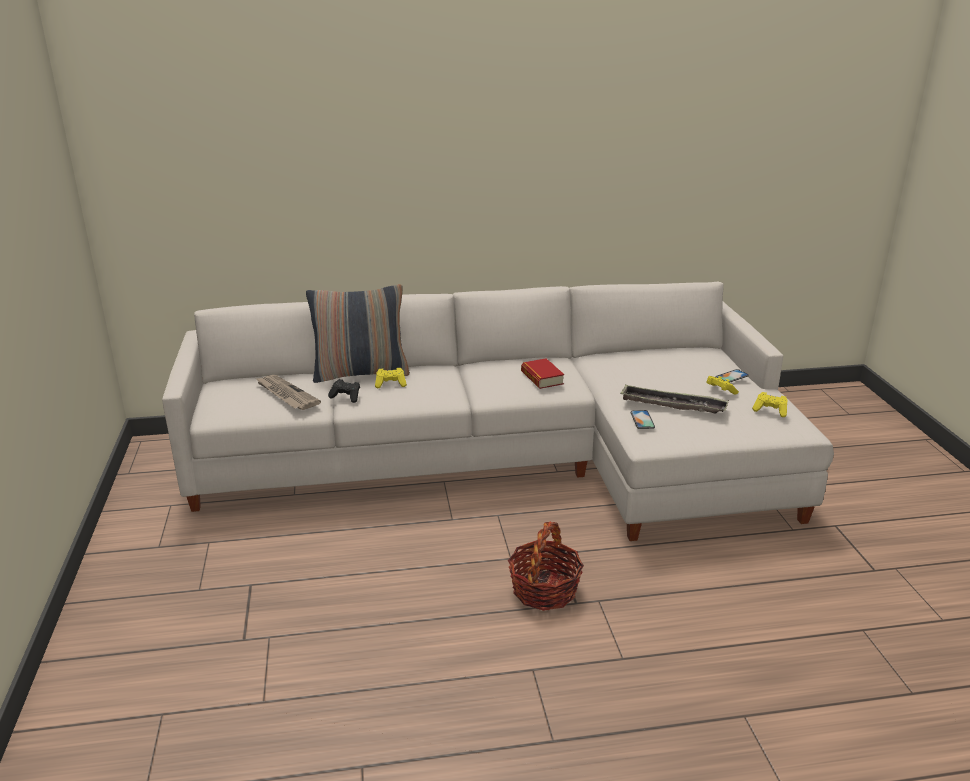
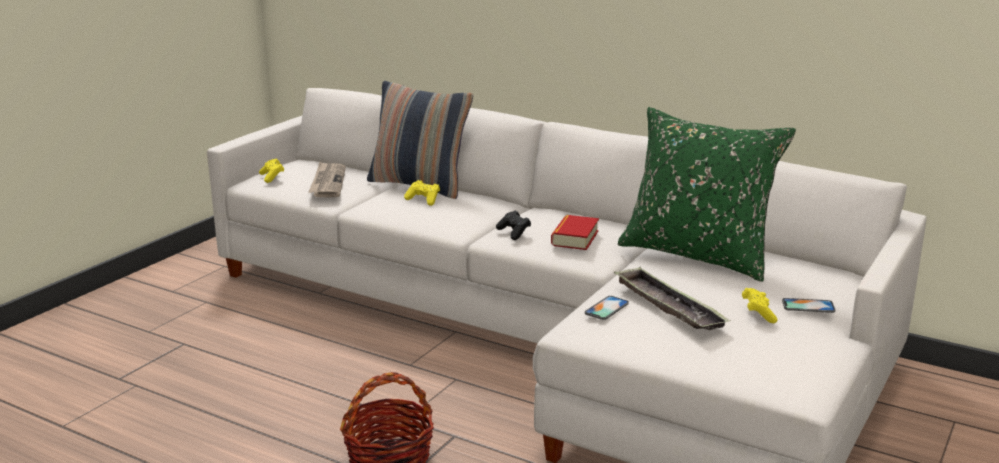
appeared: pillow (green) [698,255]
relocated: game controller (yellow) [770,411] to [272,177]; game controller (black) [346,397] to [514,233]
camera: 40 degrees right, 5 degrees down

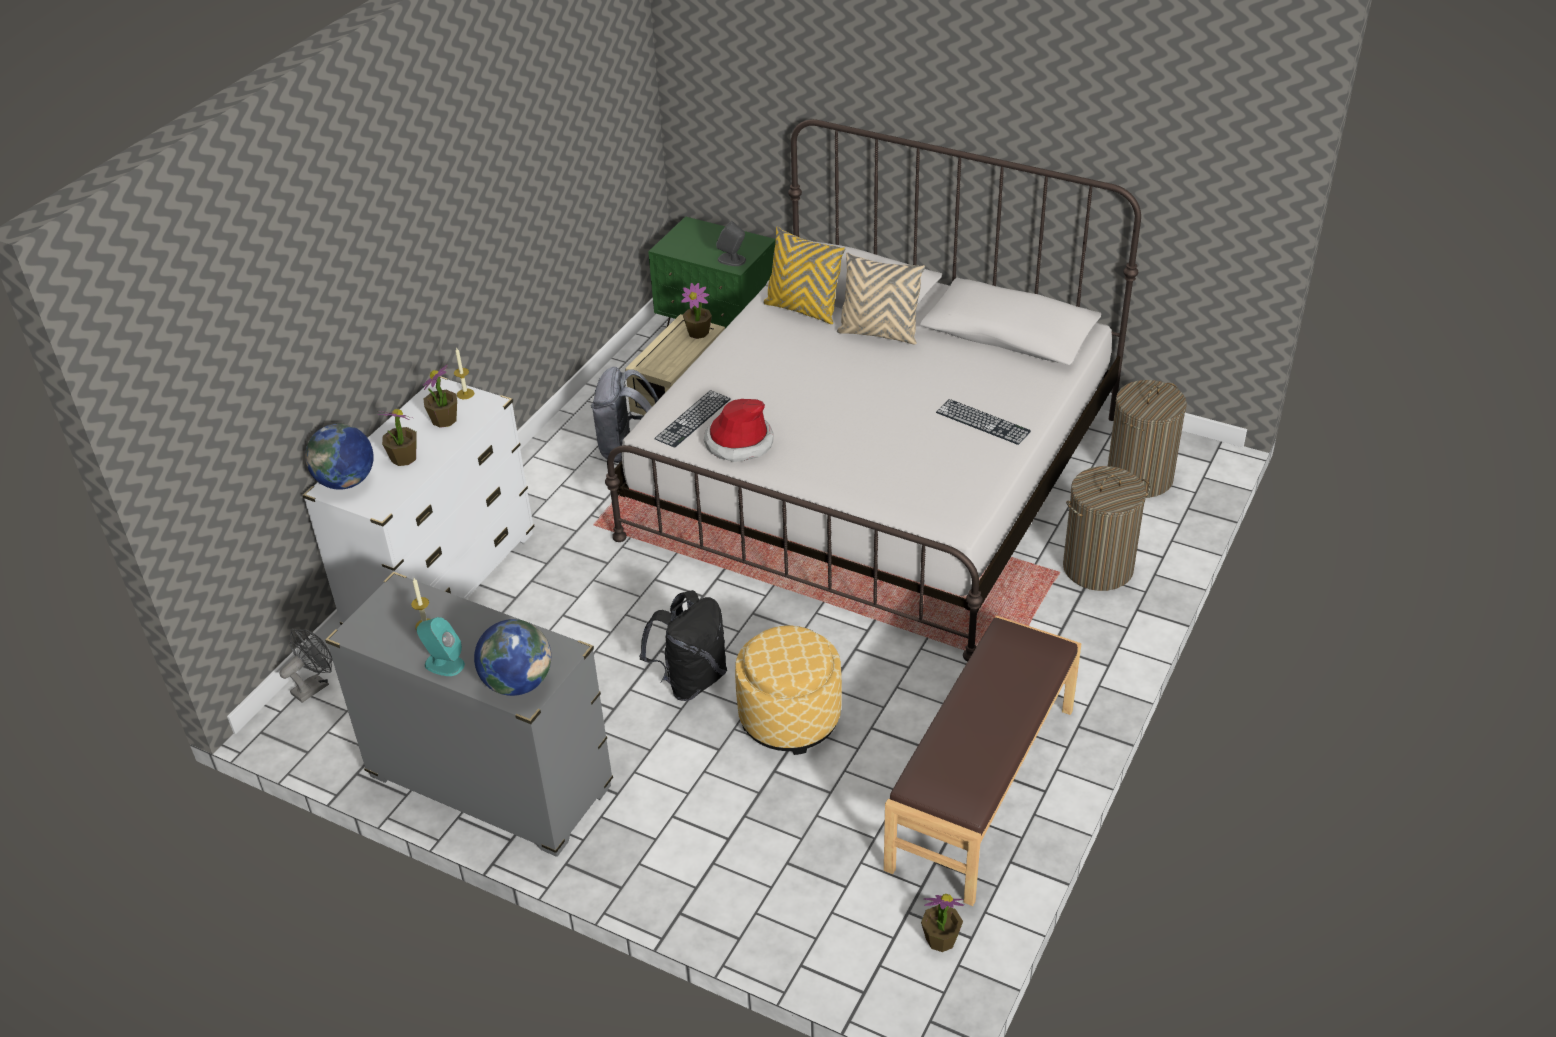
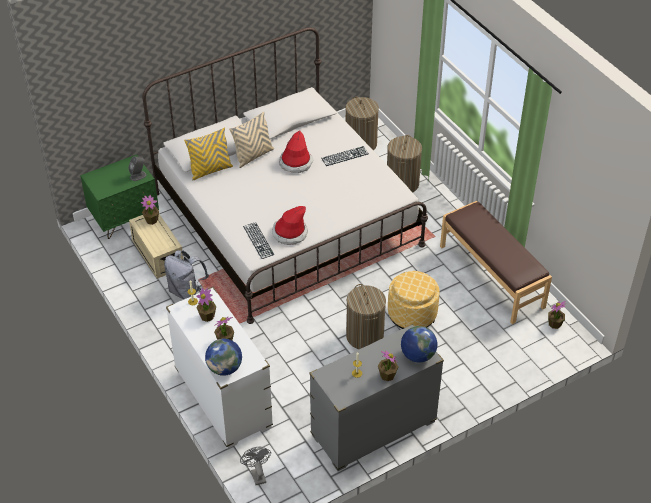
appeared: hat [295,163]
exchanged: backpack (black) [691,680] to laundry basket [364,336]; speaker (turquoise) [444,664] to potted plant [387,375]
camera: 60 degrees left, 5 degrees up

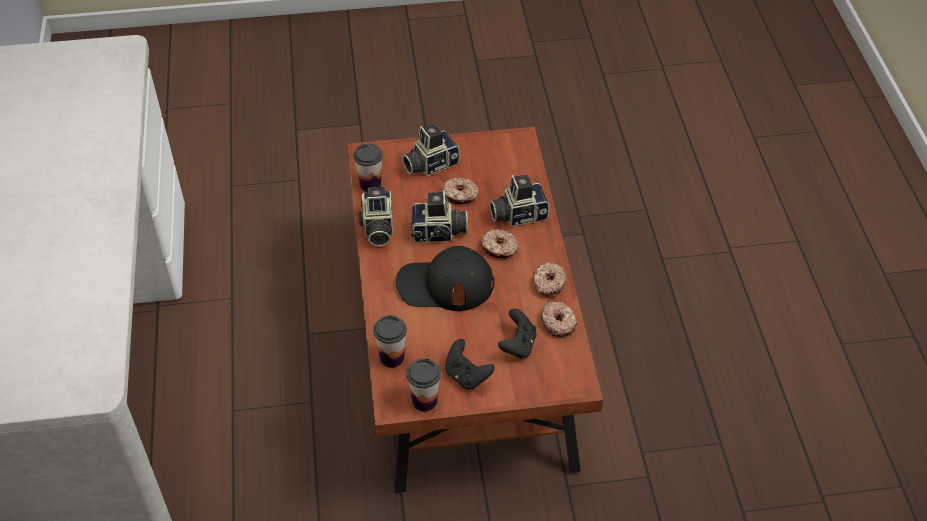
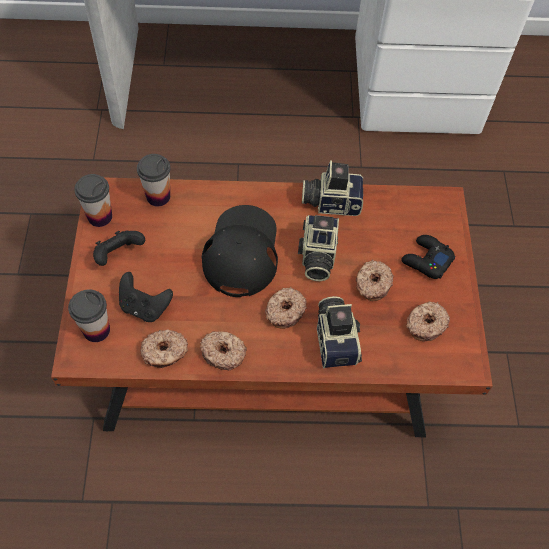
appeared: donut [425,324]
relocated: cup [370,184] to [96,330]
exchanged: photo camera [429,164] to game controller (black) [426,260]
camera: 95 degrees right, 10 degrees up

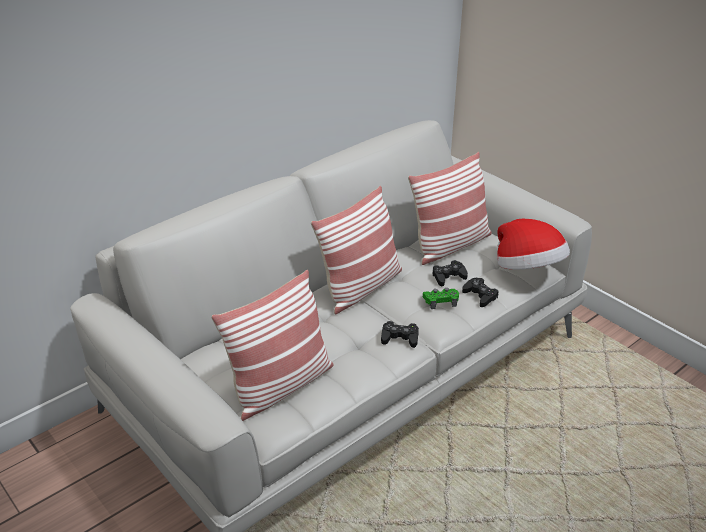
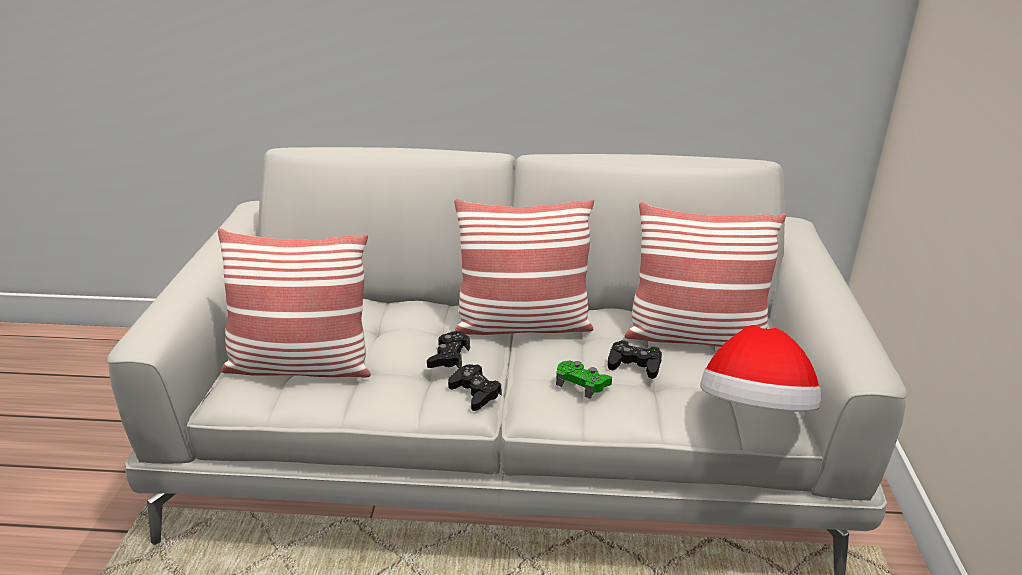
relocated: game controller (black) [480,295] to [449,357]
camera: 45 degrees right, 5 degrees down

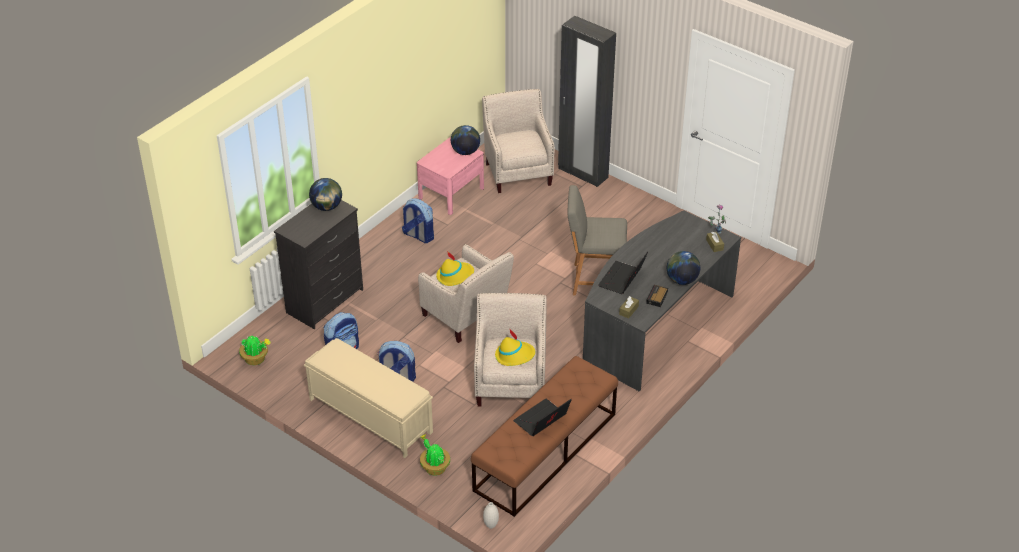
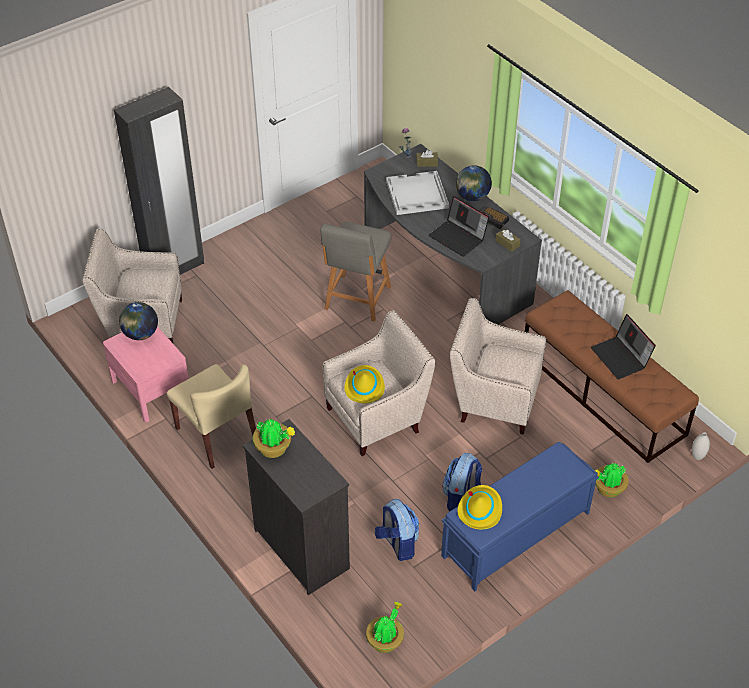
appeared: tray (white) [416,195]
relocated: hat (yellow) [514,355] to [480,510]
exchanged: backpack [418,236] to chair (beige) [217,435]; globe [327,207] to potted plant [274,449]
colour: bench (beige) [369,415] to bench (blue) [515,535]
camera: 75 degrees left, 5 degrees up

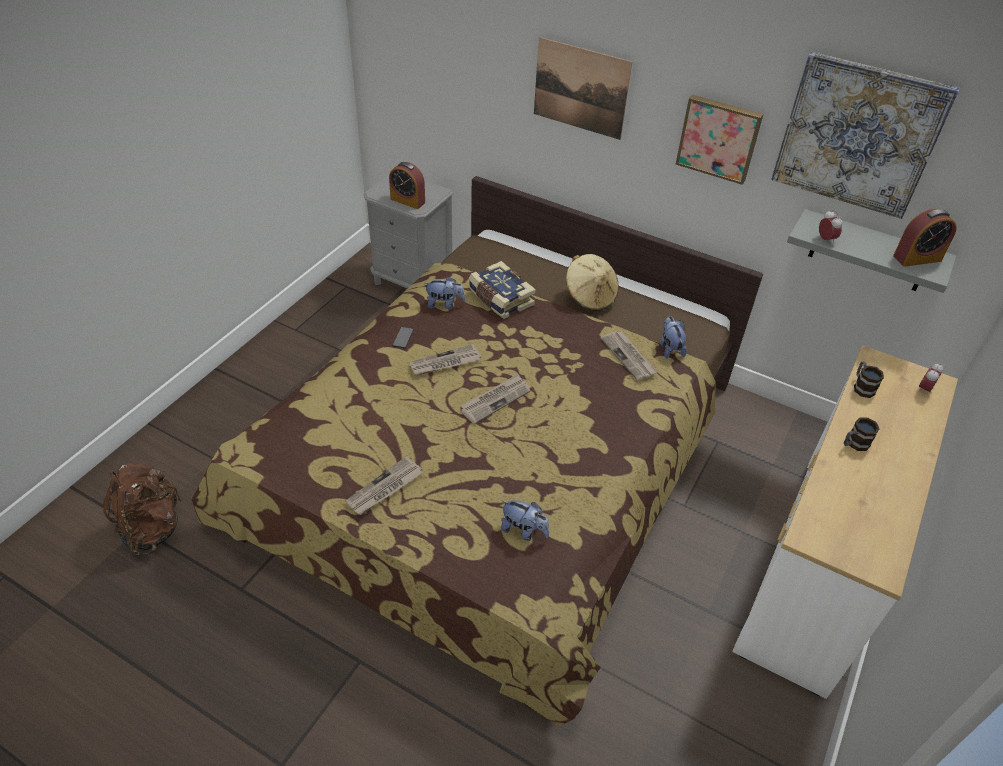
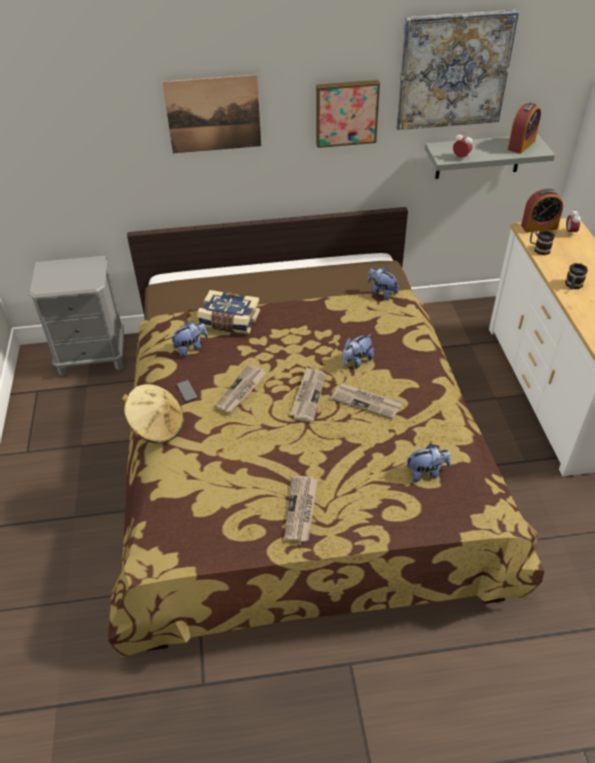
missing: backpack (brown) [152,528]
appeared: plush toy [356,362]
relocated: hat (beige) [590,296] to [157,426]; newspaper [629,356] to [366,402]; alarm clock [407,201] to [539,227]
camera: 35 degrees left, 0 degrees up

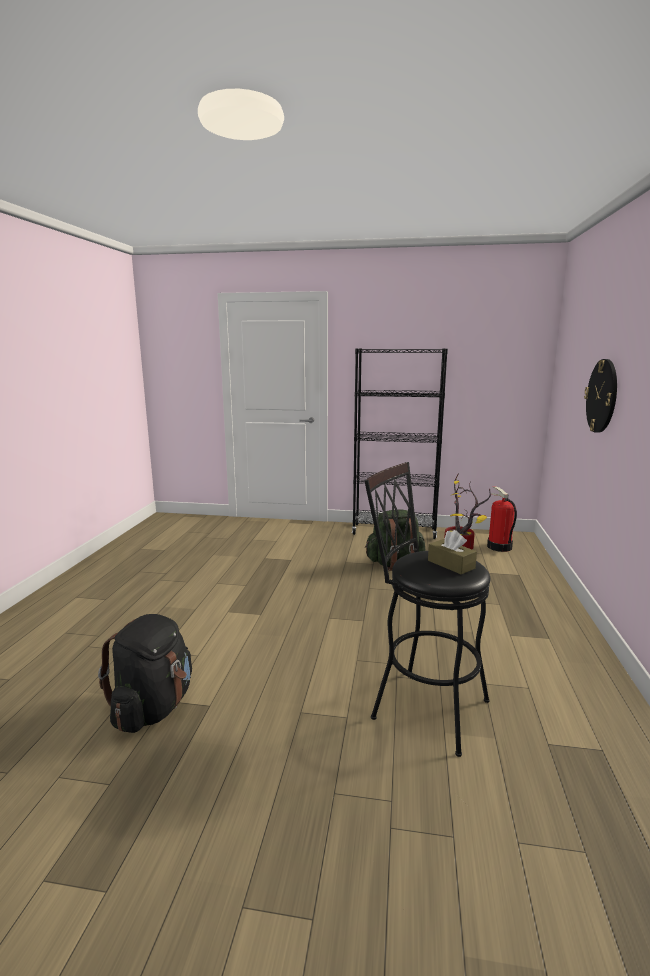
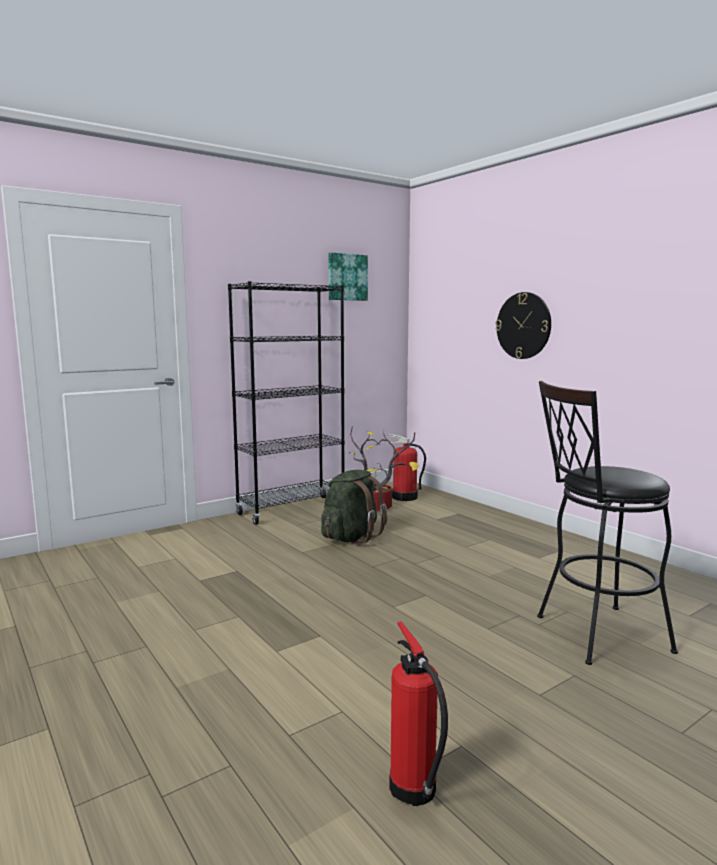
missing: tissue box (brown) [451,564]
appeared: picture [347,277]
exchanged: backpack (black) [153,708] to fire extinguisher [414,791]
camera: 45 degrees left, 5 degrees down

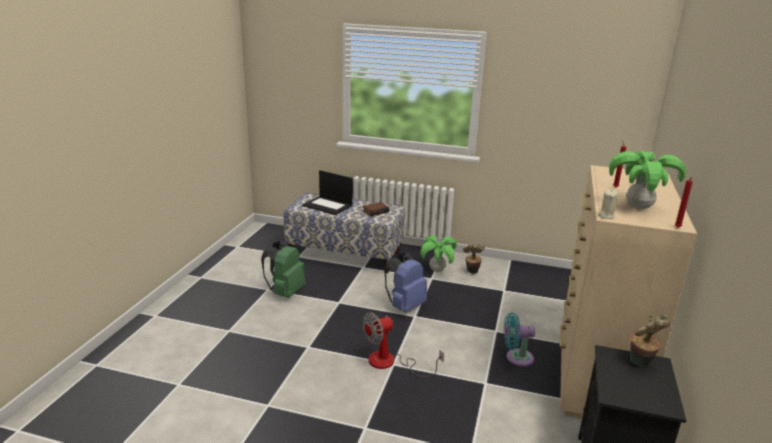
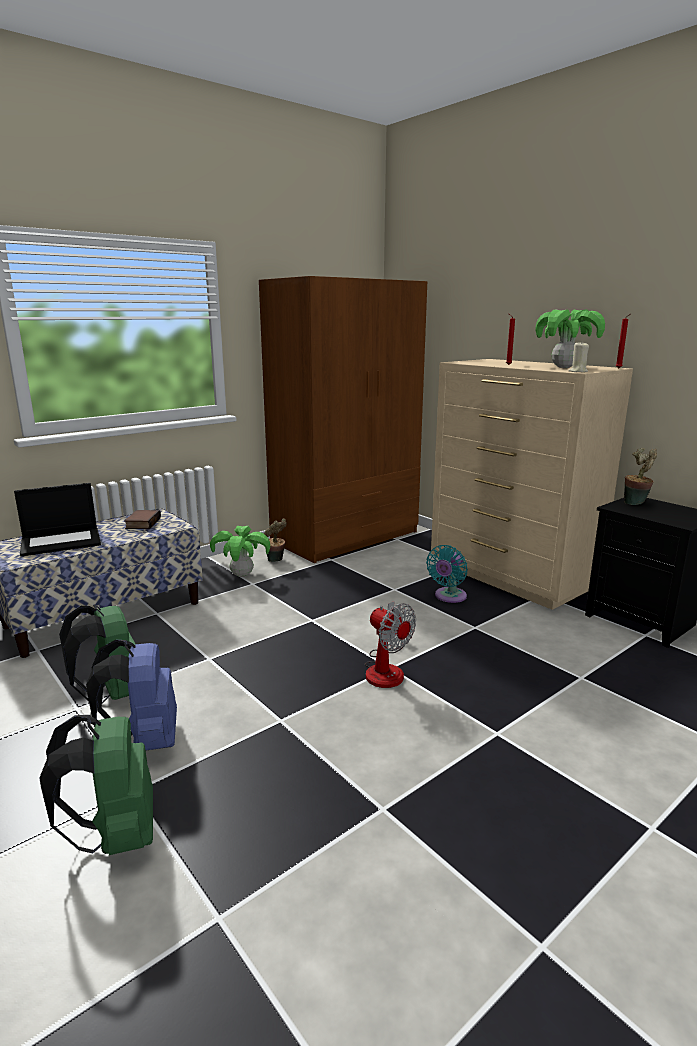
appeared: backpack (green) [115,834]; wardrobe (brown) [346,537]
relocated: backpack (blue) [405,306] to [145,741]
spun: fan [391,363] = [386,668] 45 degrees counterclockwise
camera: 55 degrees left, 5 degrees down

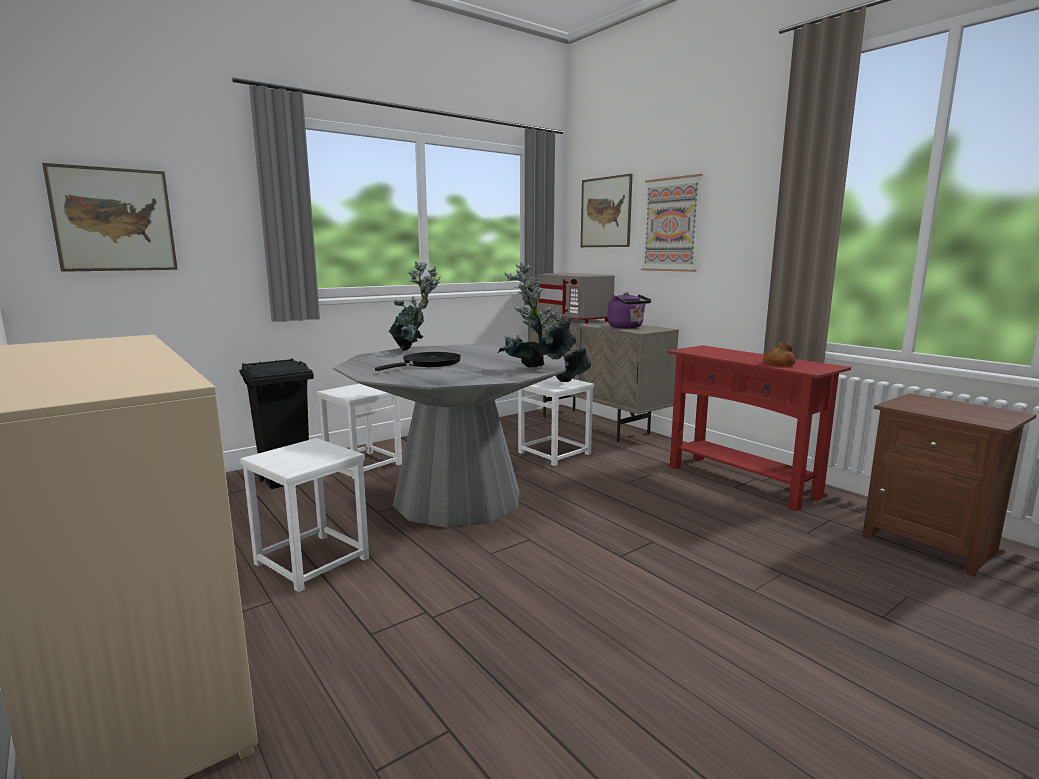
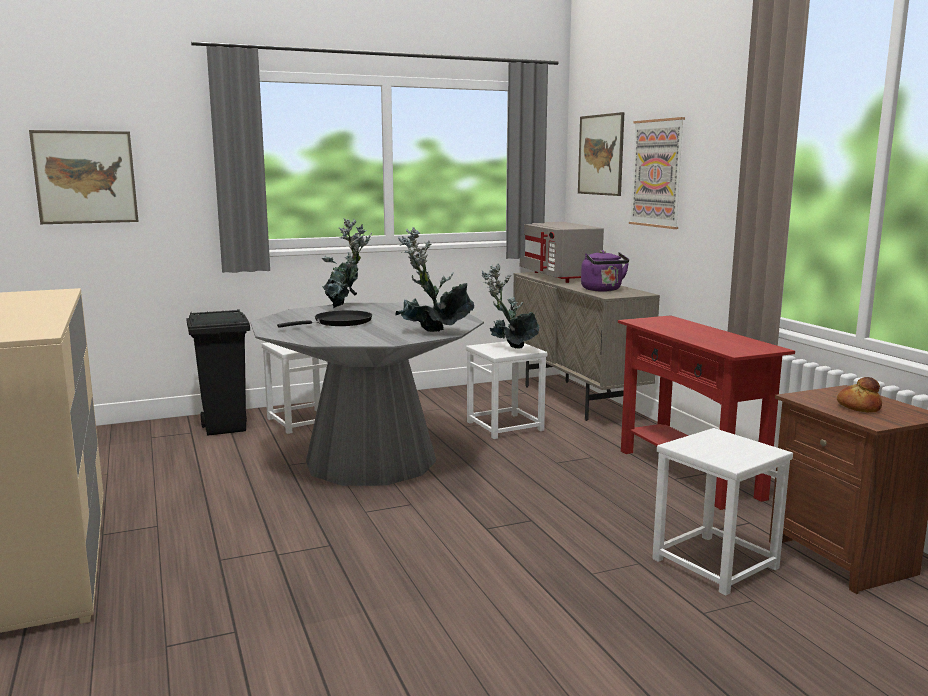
relocated: stool (white) [311,561] to [714,563]; bread [778,363] to [859,407]
camera: 15 degrees right, 0 degrees up

